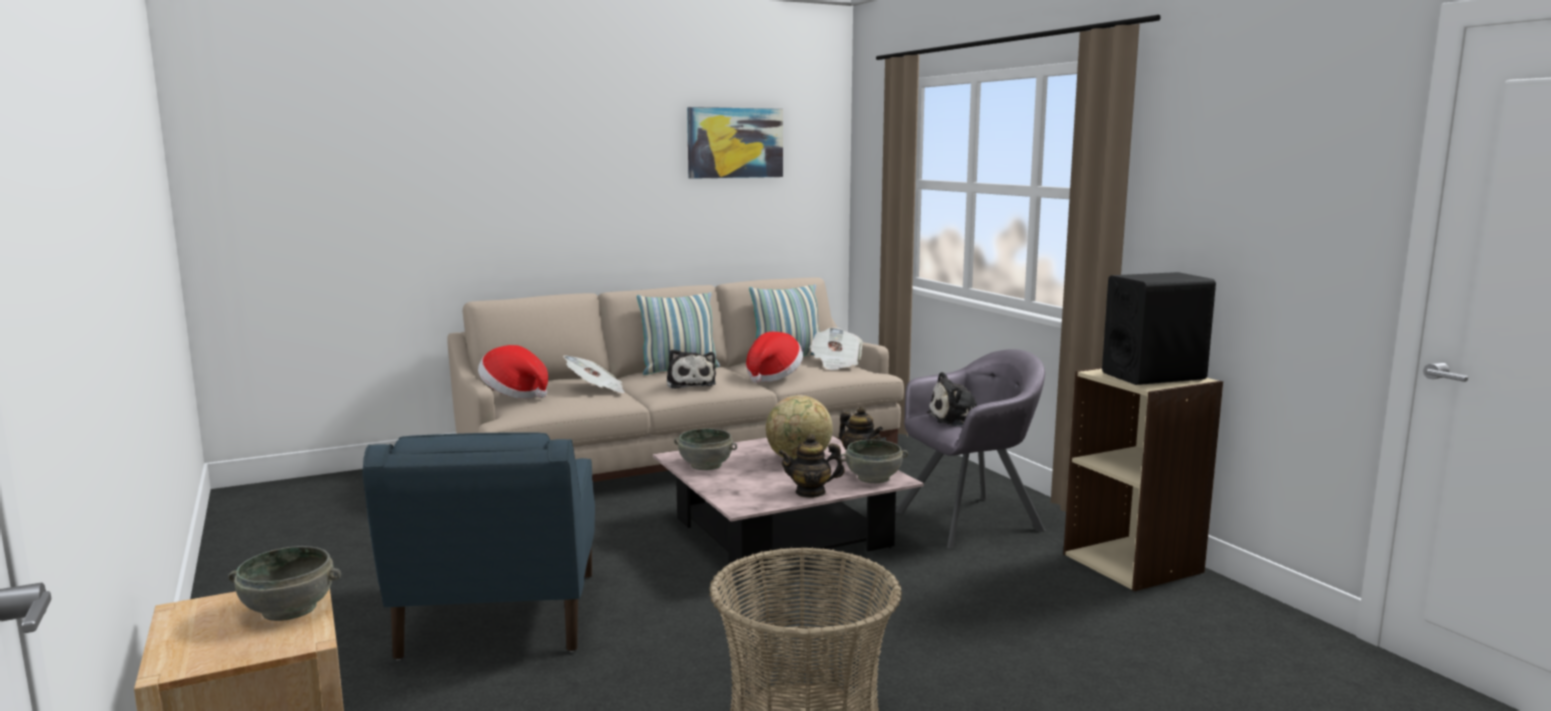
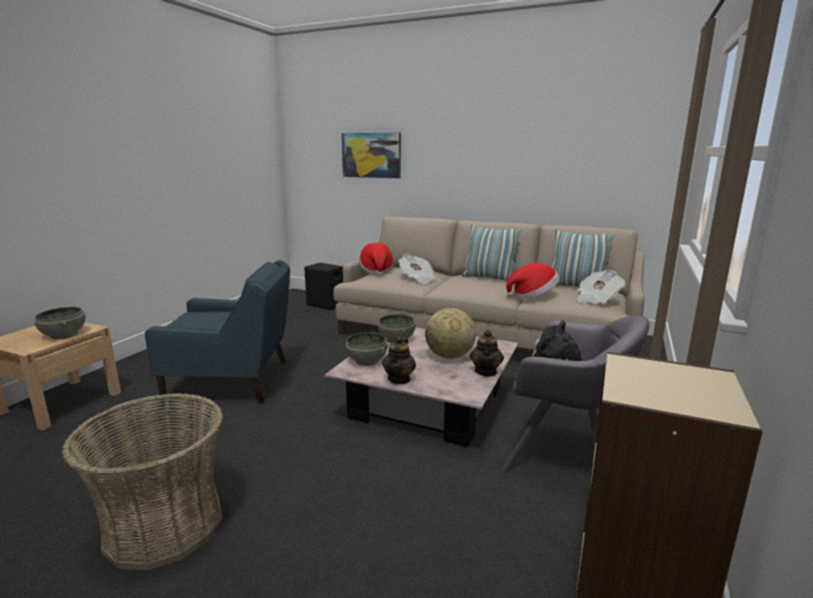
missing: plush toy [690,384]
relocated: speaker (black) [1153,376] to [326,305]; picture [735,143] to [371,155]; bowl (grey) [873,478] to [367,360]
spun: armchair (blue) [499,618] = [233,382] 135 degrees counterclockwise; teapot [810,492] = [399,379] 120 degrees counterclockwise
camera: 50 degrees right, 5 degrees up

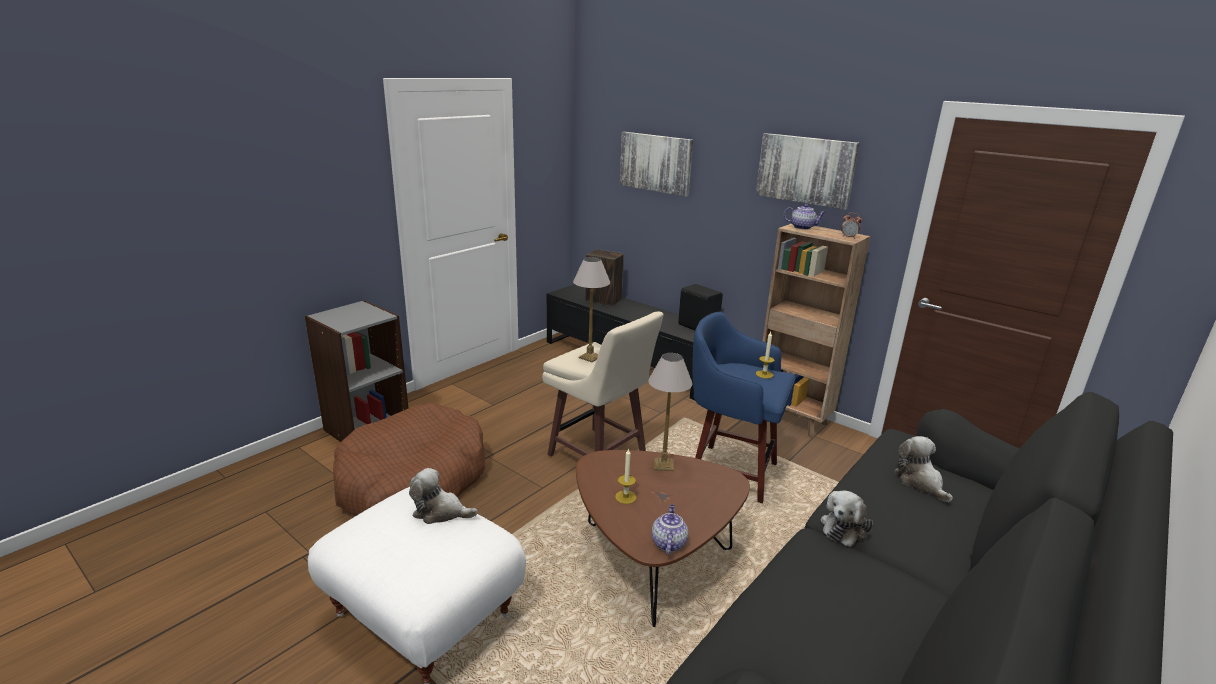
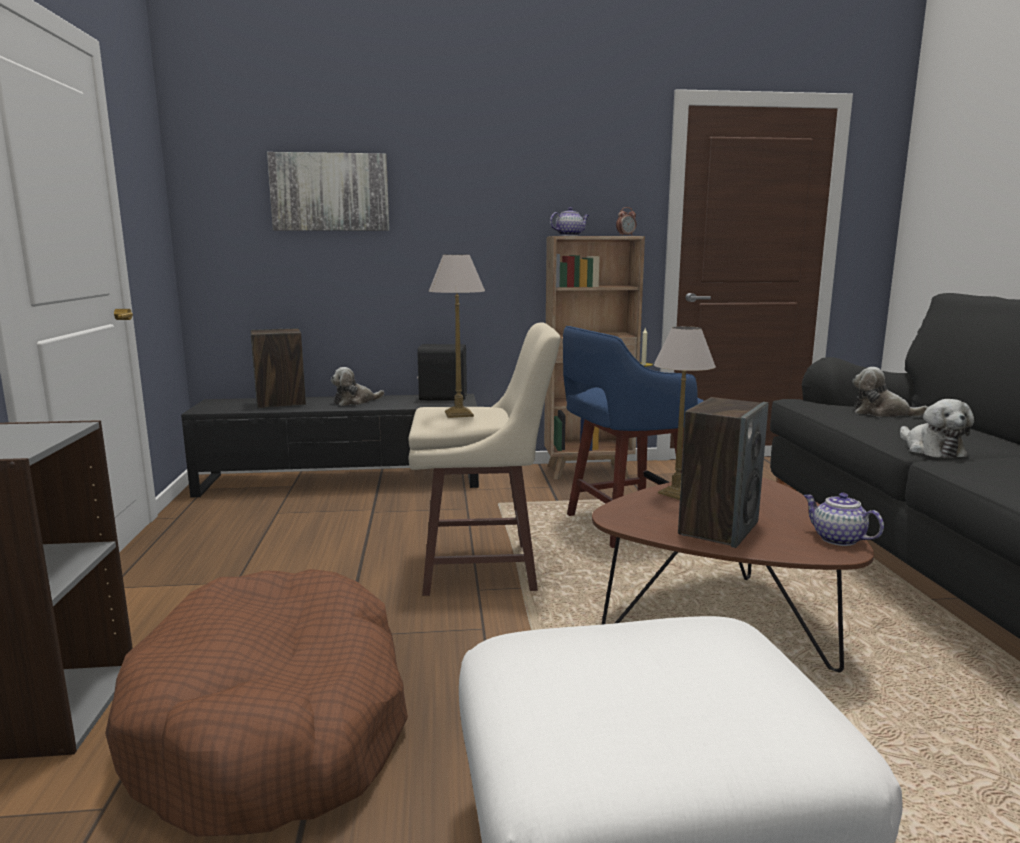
missing: picture [805,170]
relocated: plush toy [440,512] to [355,402]
exchanged: candle [625,497] to speaker [718,528]
camera: 45 degrees left, 10 degrees down

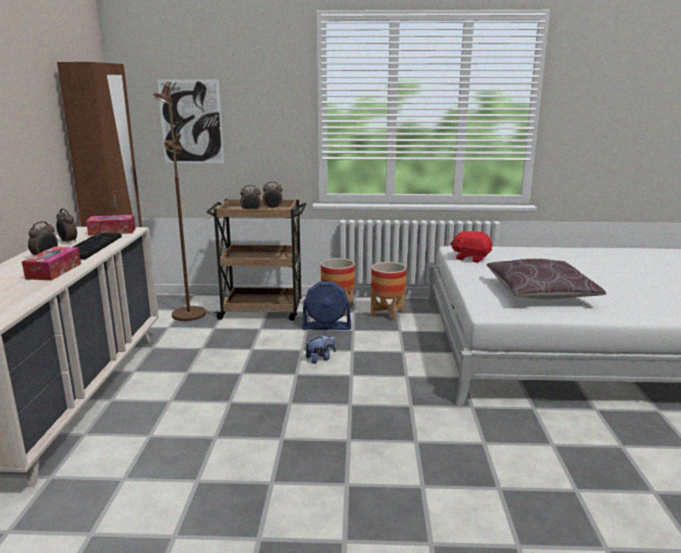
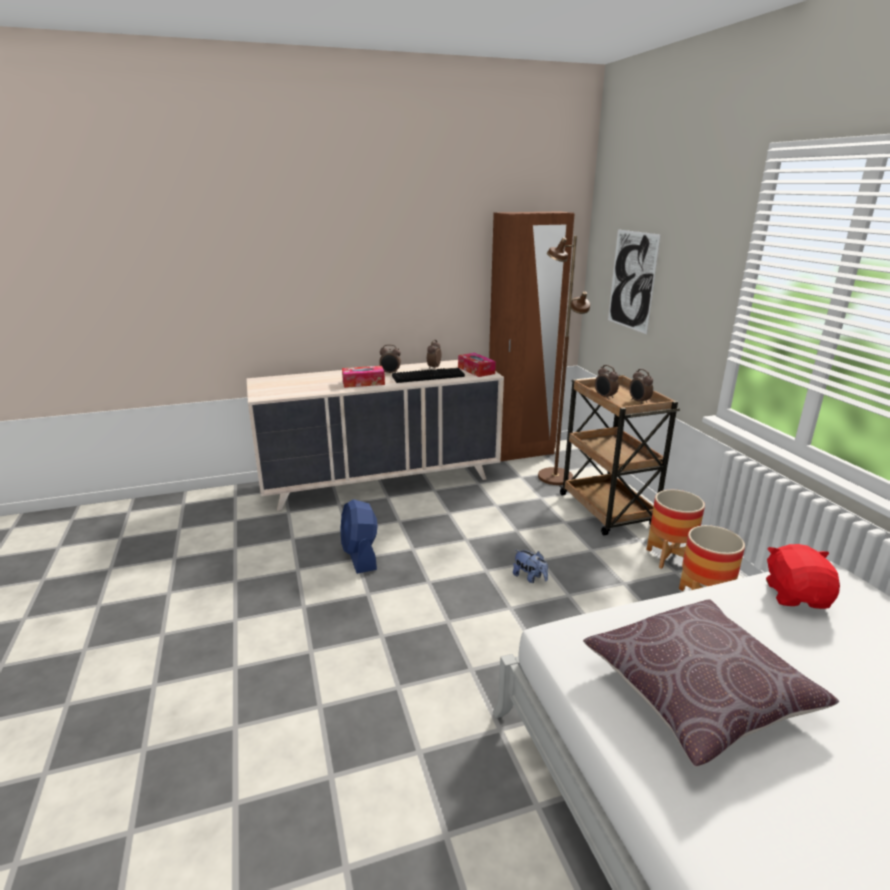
relocated: fan (blue) [327,326] to [360,556]
camera: 70 degrees right, 5 degrees up

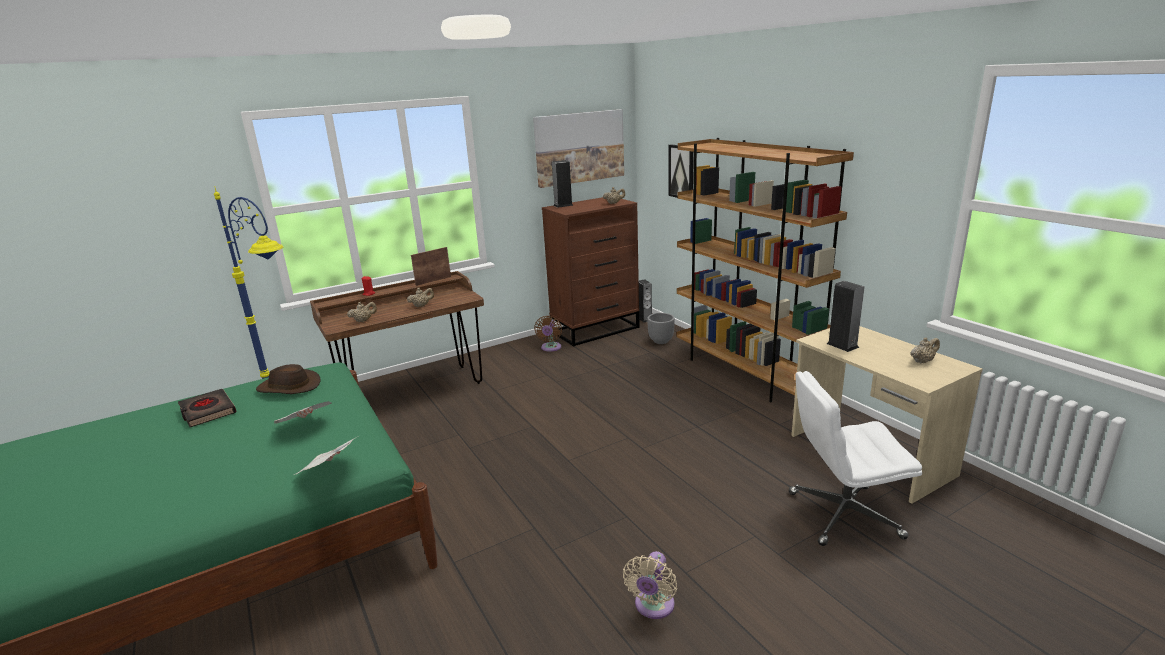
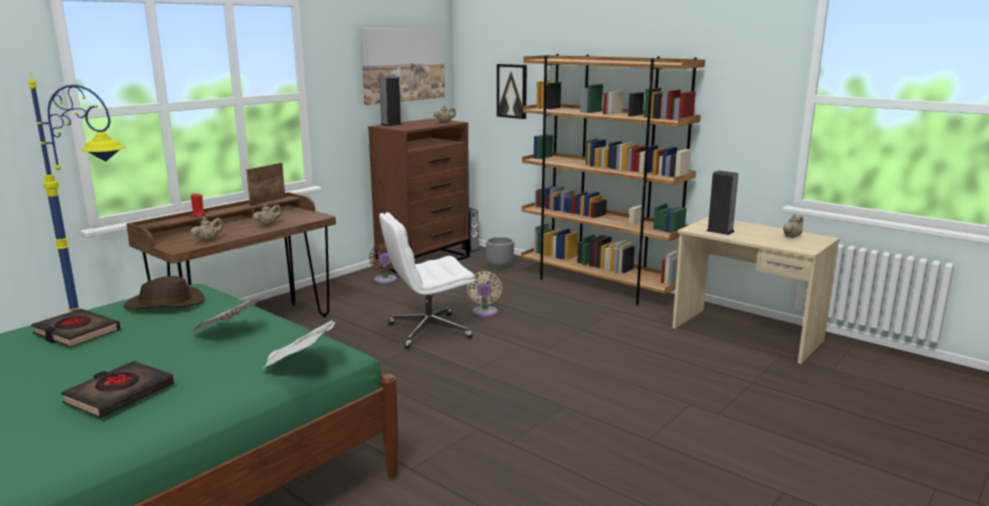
appeared: book (black) [119,395]
relocated: office chair (white) [843,515] to [428,331]; fan (beige) [653,607] to [484,313]
camera: 20 degrees left, 5 degrees down

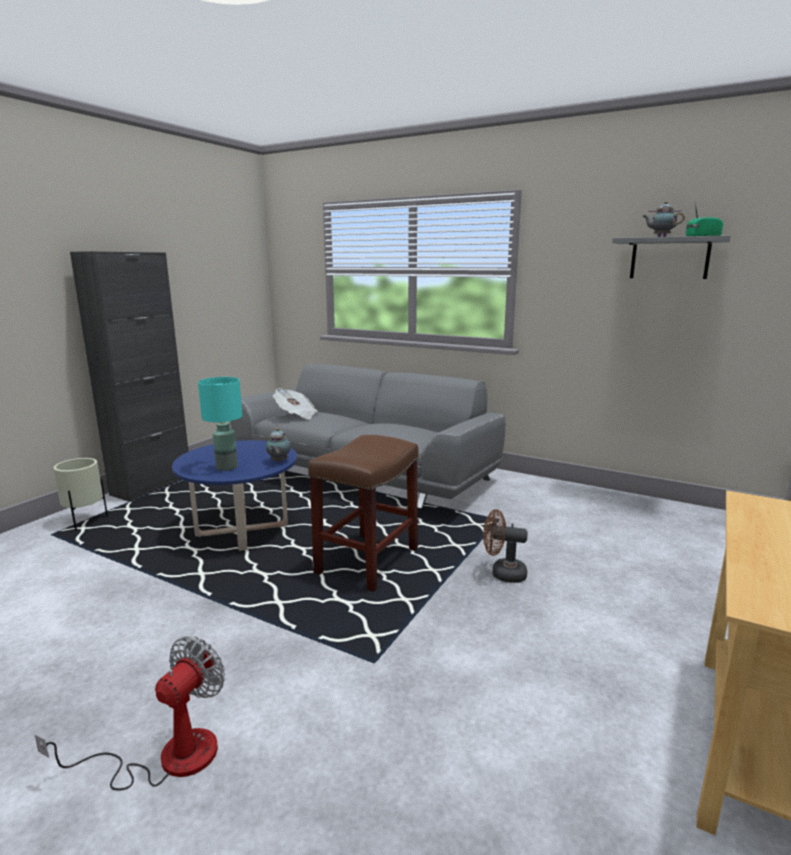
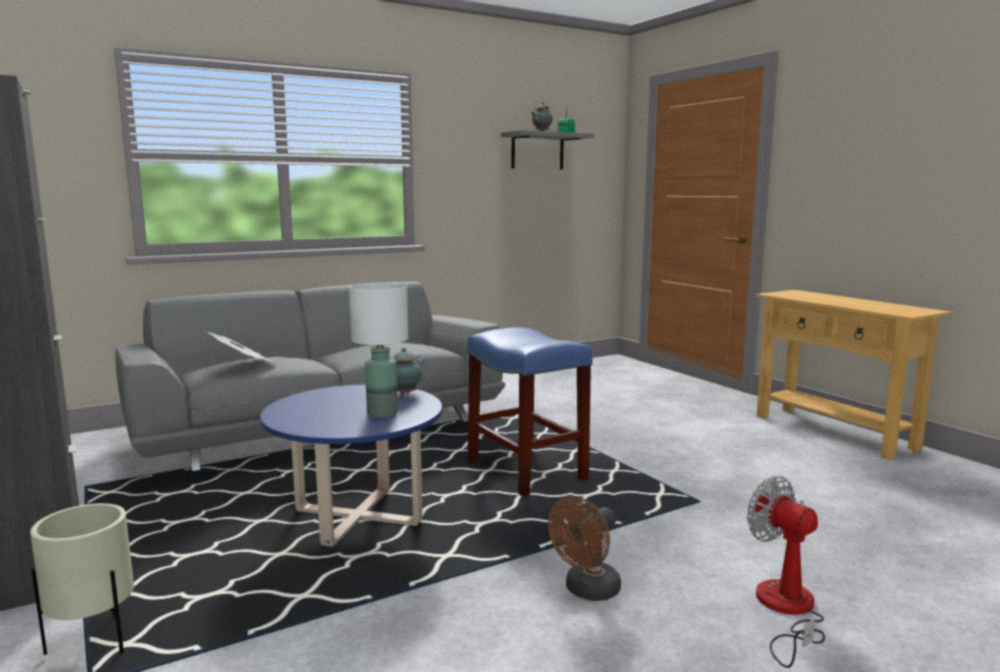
relocated: fan (brown) [502,573] to [587,591]
colour: table lamp (turquoise) [227,467] to table lamp (white) [381,413]; stool (brown) [367,560] to stool (blue) [525,470]
spun: teapot [278,461] = [406,393] 90 degrees counterclockwise
camera: 60 degrees left, 5 degrees down

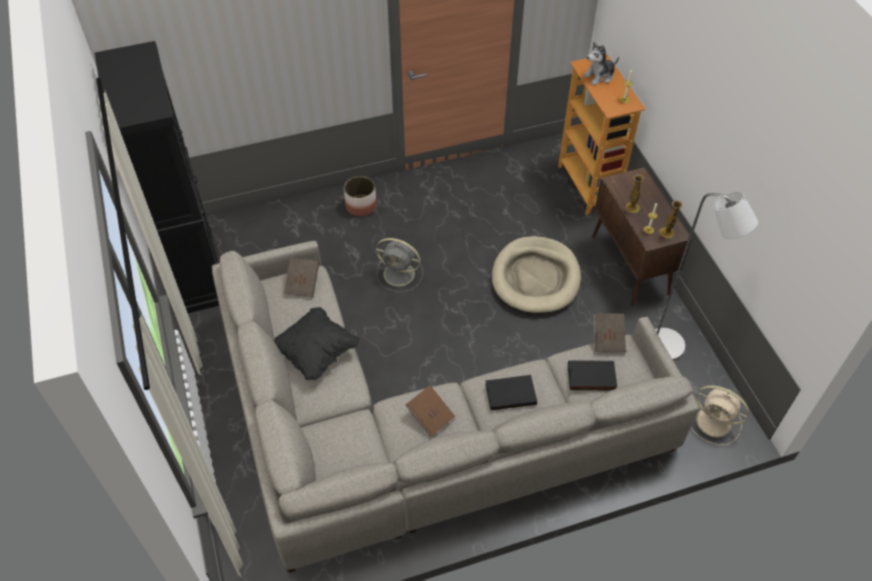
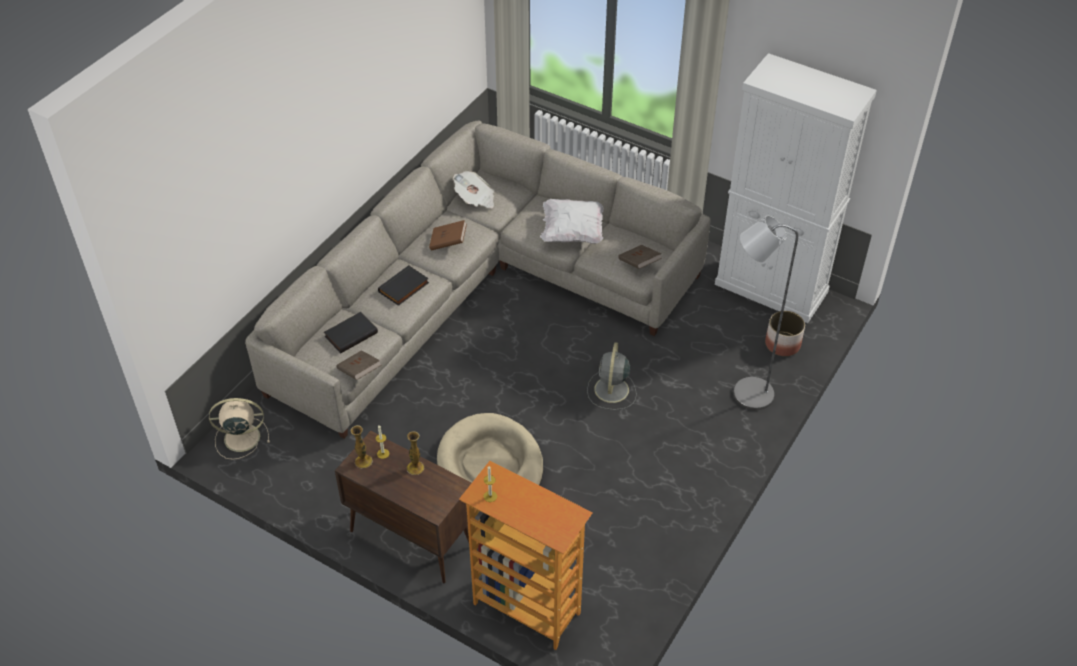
missing: plush toy [599,76]
appeared: newspaper [475,199]
relocated: floor lamp (grey) [672,349] to [745,394]; planter [361,206] to [782,344]
colour: pillow (black) [316,352] to pillow (white) [572,232]; cabinet (black) [195,271] to cabinet (white) [771,288]
spun: fan (grey) [400,274] = [611,391] 60 degrees counterclockwise
camera: 140 degrees right, 5 degrees down

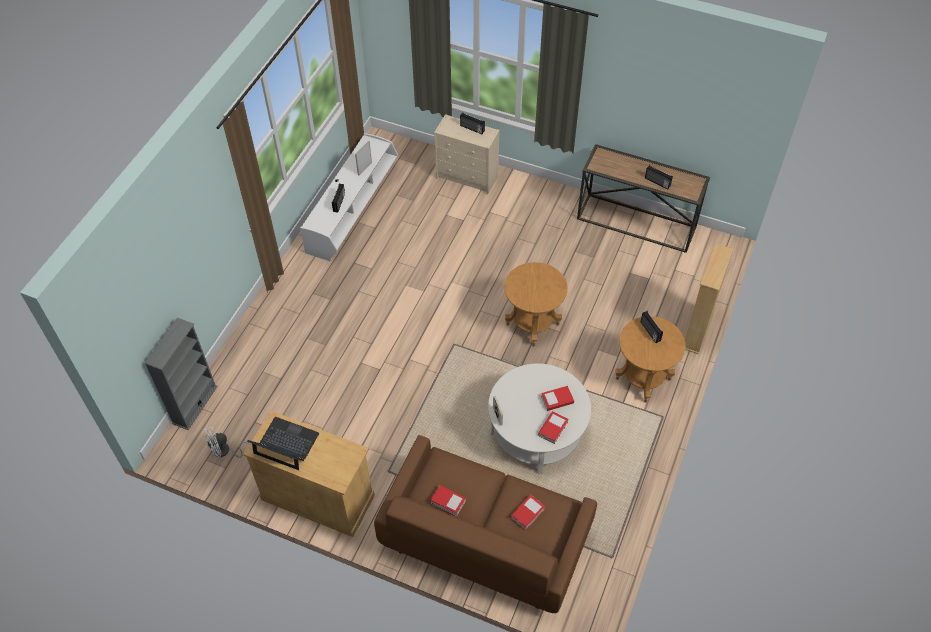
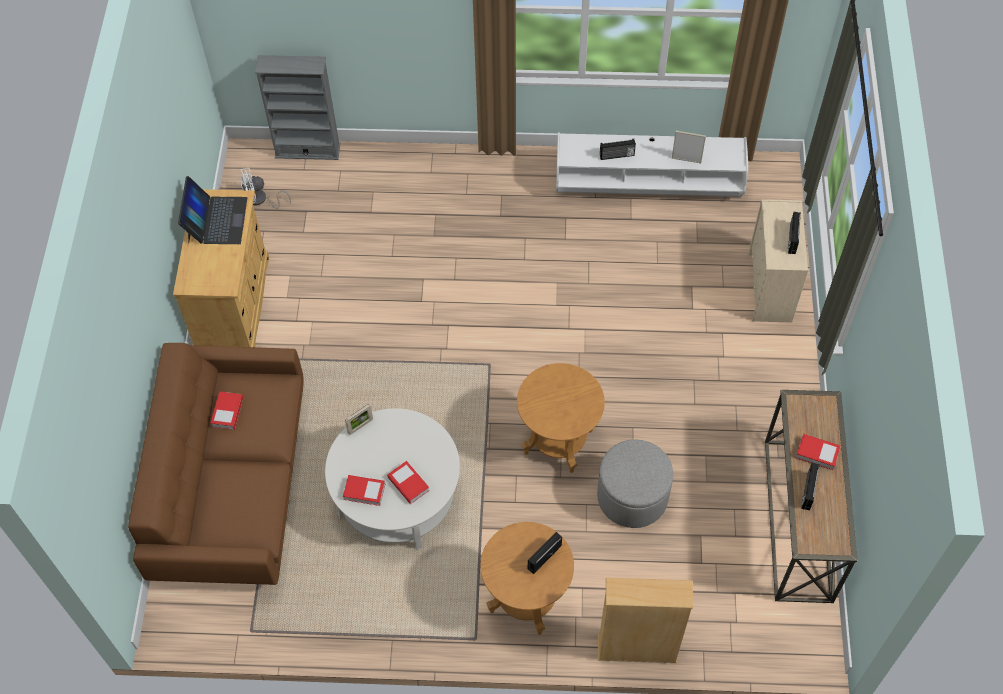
appeared: ottoman (grey) [632,496]
relocated: book [527,513] to [817,453]
spun: fan (white) [224,451] = [260,200] 60 degrees counterclockwise
camera: 70 degrees right, 5 degrees up

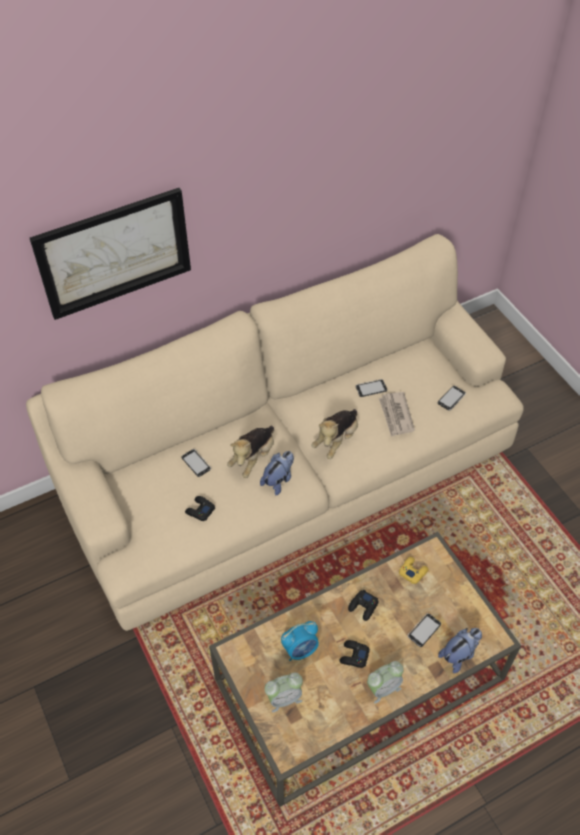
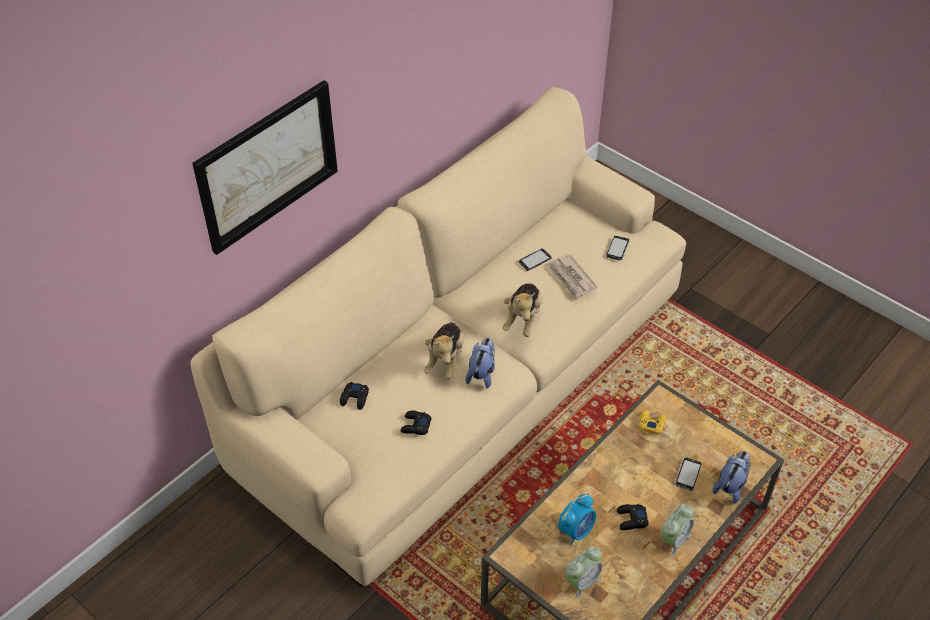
missing: phone [196,463]
relocated: game controller (black) [363,607] to [355,398]
camera: 20 degrees left, 5 degrees down

